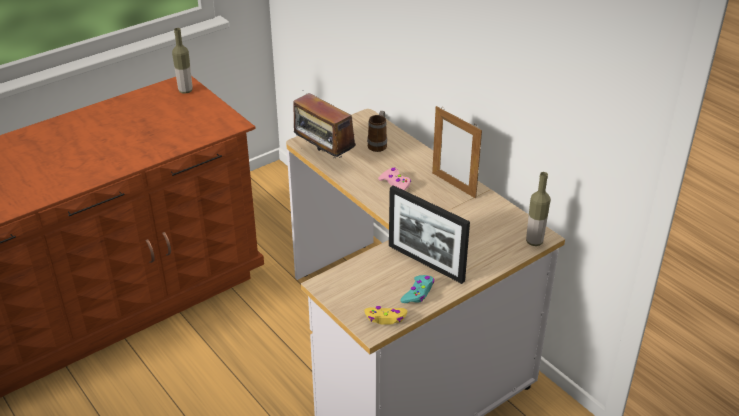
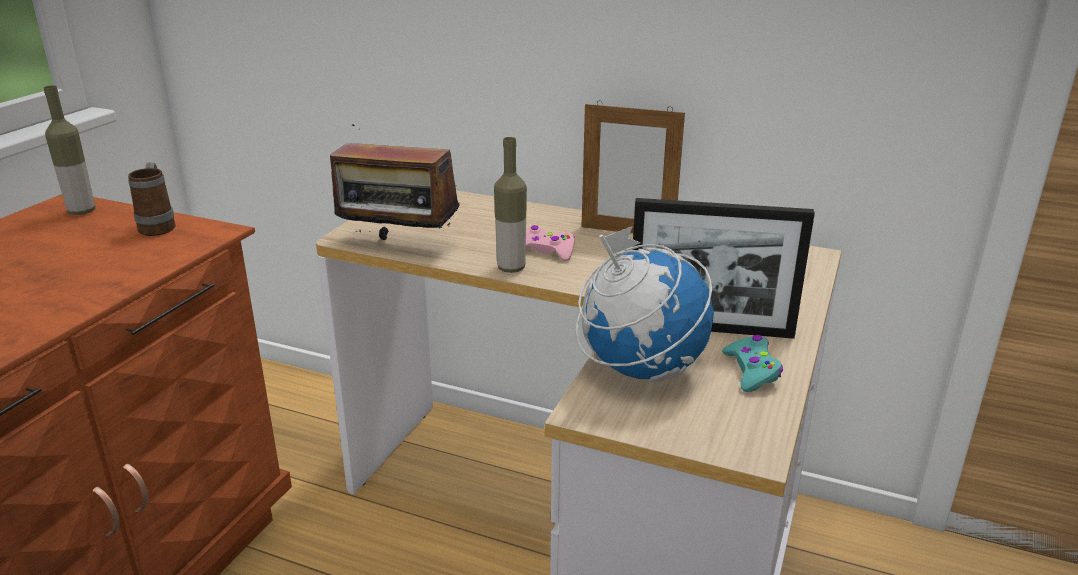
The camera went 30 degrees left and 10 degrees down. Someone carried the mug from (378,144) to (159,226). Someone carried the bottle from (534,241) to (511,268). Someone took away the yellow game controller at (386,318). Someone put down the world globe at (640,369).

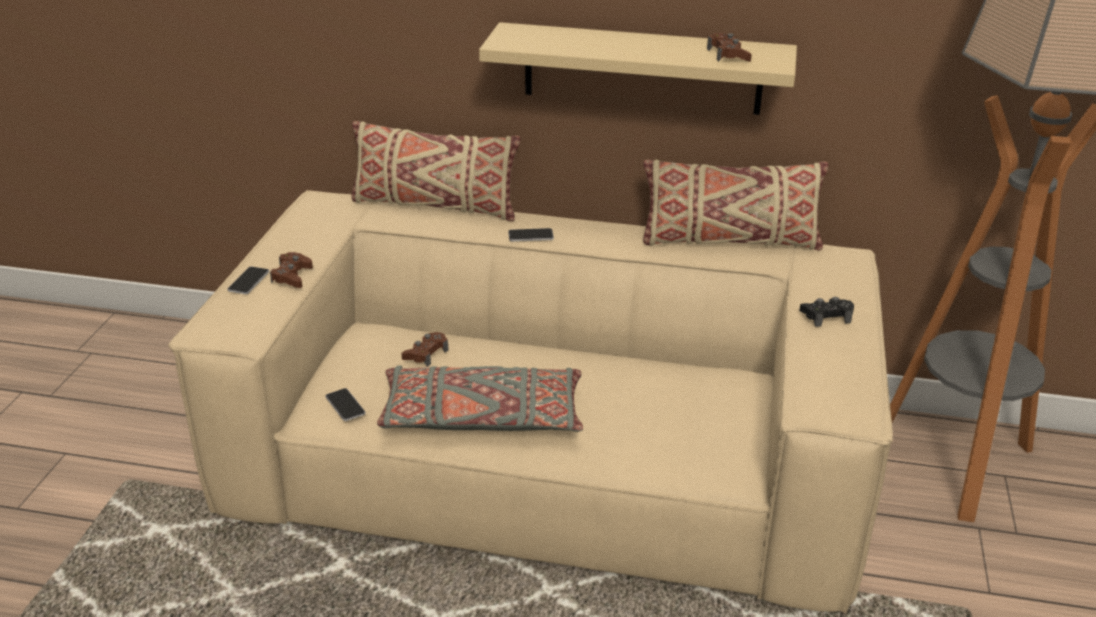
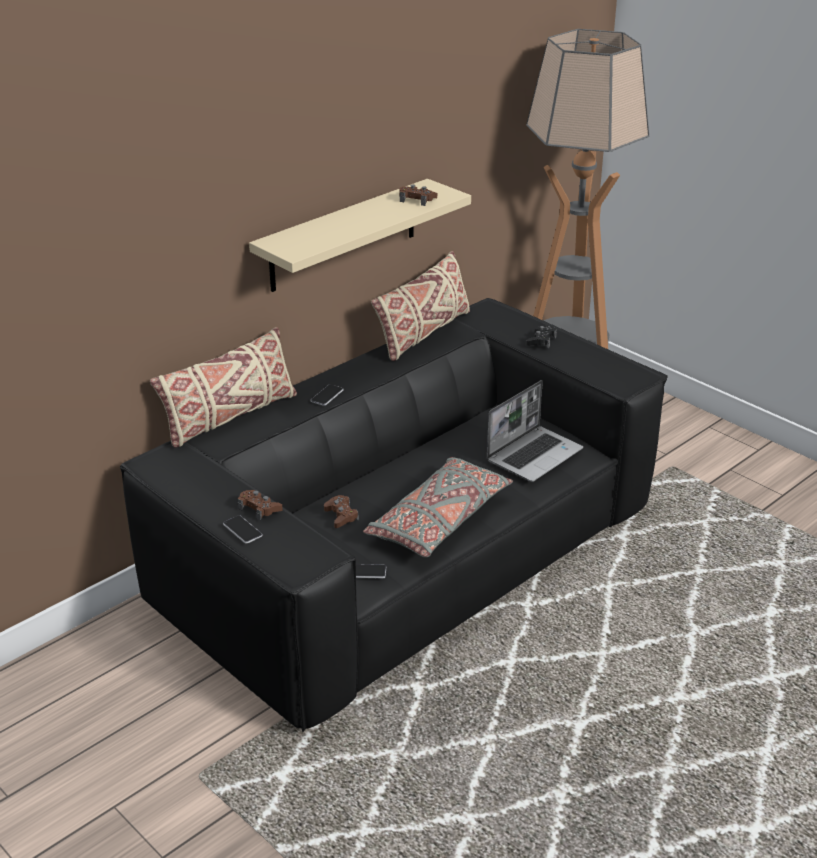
The camera went 55 degrees left and 0 degrees up. Someone repainted the sand-coloured couch at (546,465), which became the blackish couch at (408,555). Someone put down the laptop at (534,455).

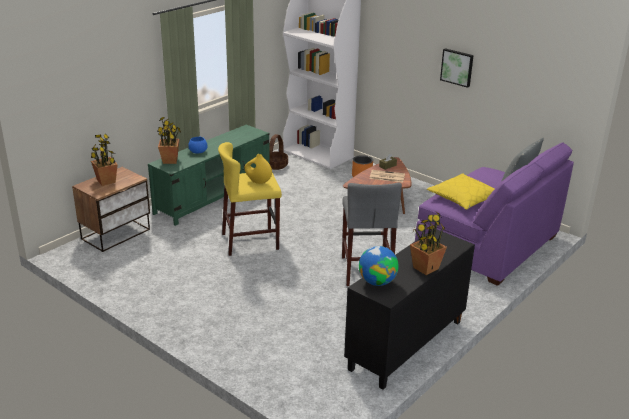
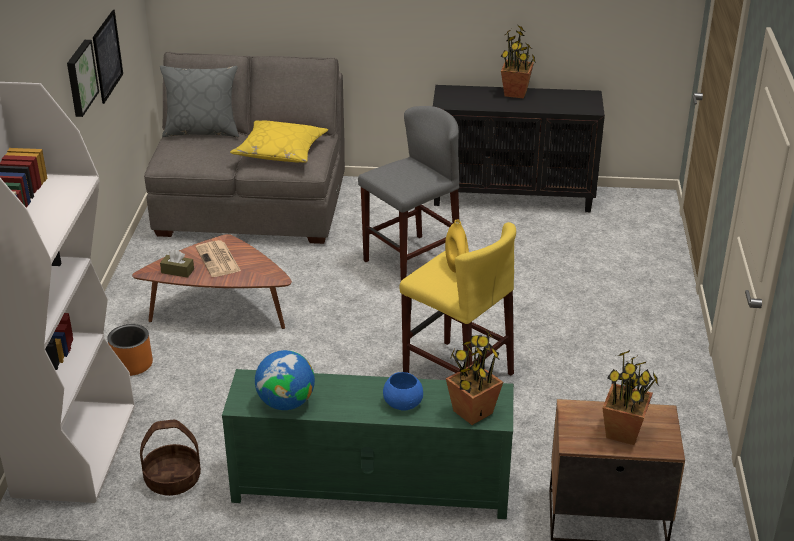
The camera went 125 degrees left and 5 degrees up. Someone repainted the purple-coloured couch at (487,244), which became the greyish couch at (251,207). Someone carried the world globe from (377,282) to (285,403). Someone put up the wall picture at (107,56).

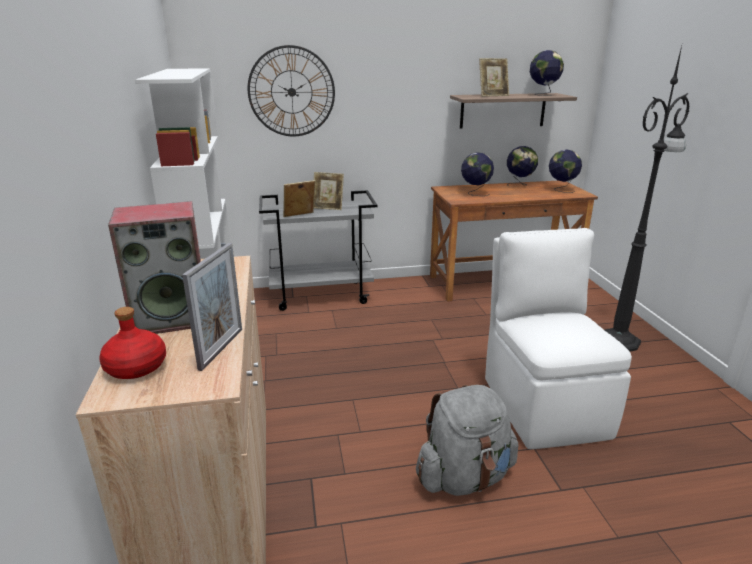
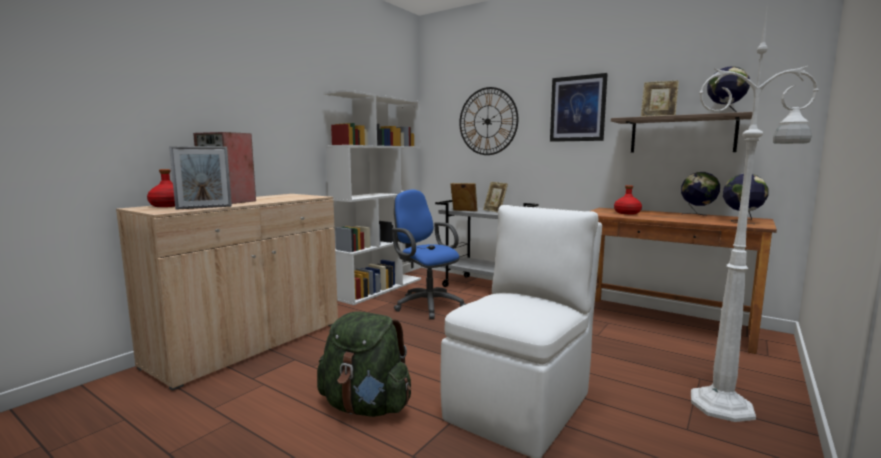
The camera went 45 degrees right and 15 degrees down. Someone repainted the blackish floor lamp at (619,340), which became the whitish floor lamp at (725,406). Someone swapped the world globe at (475,193) for the reddish bottle at (626,213). Someone repainted the greyish knapsack at (464,477), which became the greenish knapsack at (366,406). Someone put up the wall picture at (577,109). Someone put down the blue desk chair at (426,305).

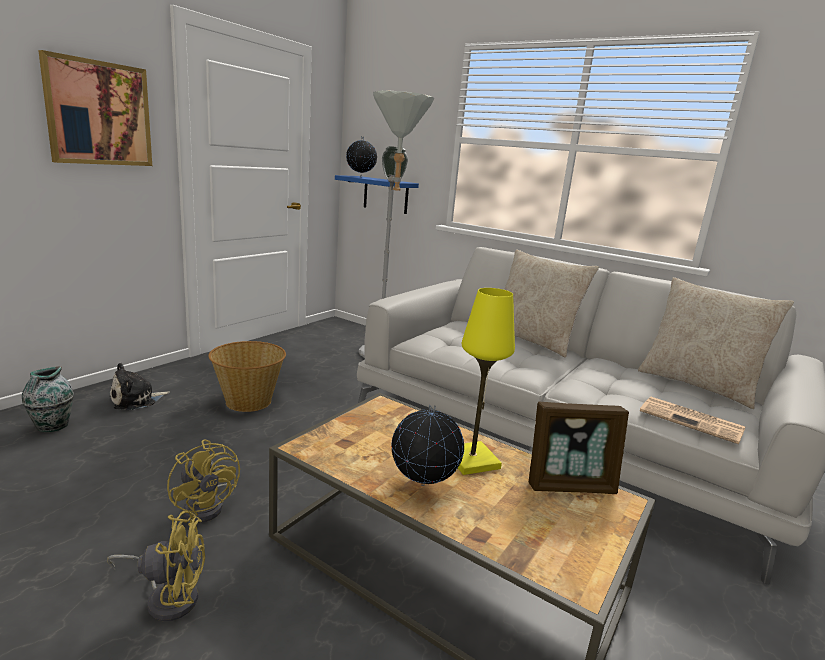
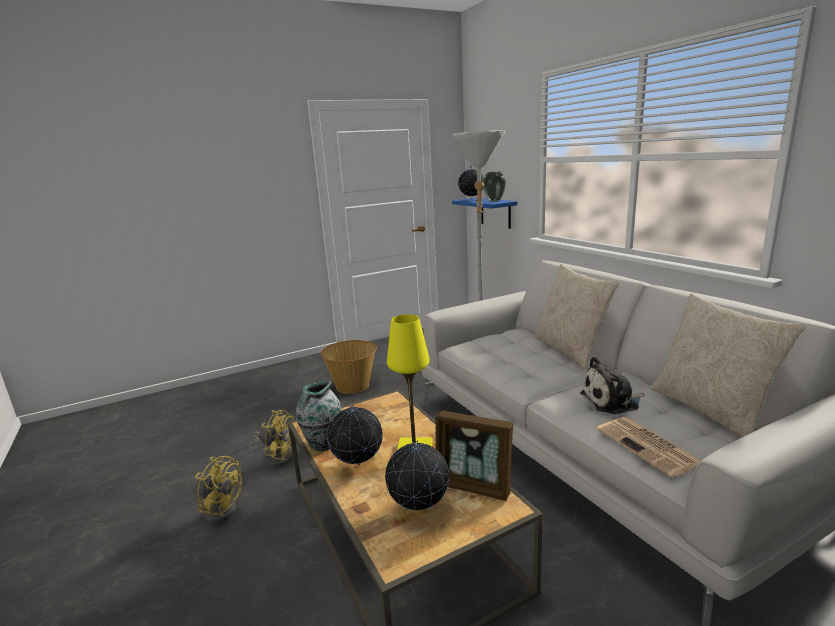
The camera went 30 degrees right and 0 degrees up. Someone took away the wall picture at (99,113). Someone carried the cuddly toy from (136,400) to (612,401). Someone carried the flower vase from (52,426) to (322,444). Someone rotated the yellow fan at (207,505) by 60 degrees counterclockwise. Someone put down the world globe at (419,509).

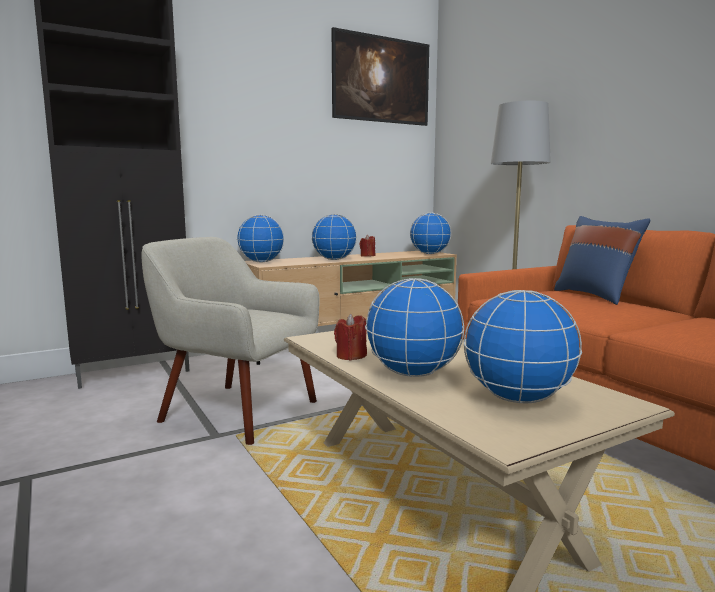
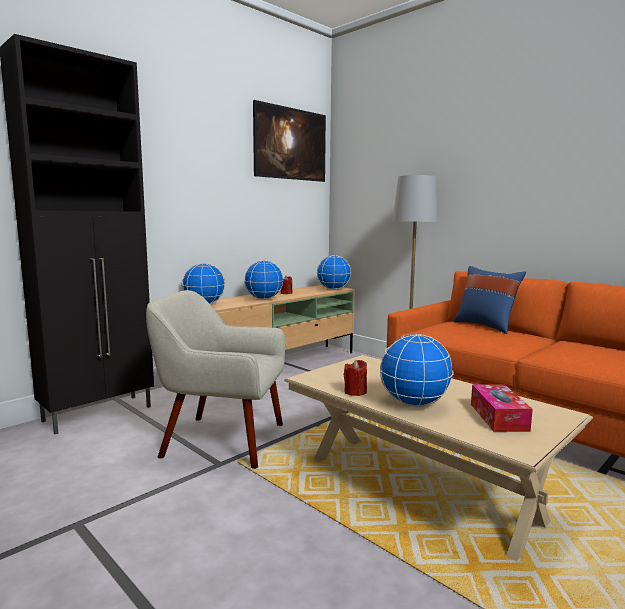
The camera went 15 degrees left and 0 degrees up. Someone swapped the world globe at (517,399) for the box of tissues at (498,417).

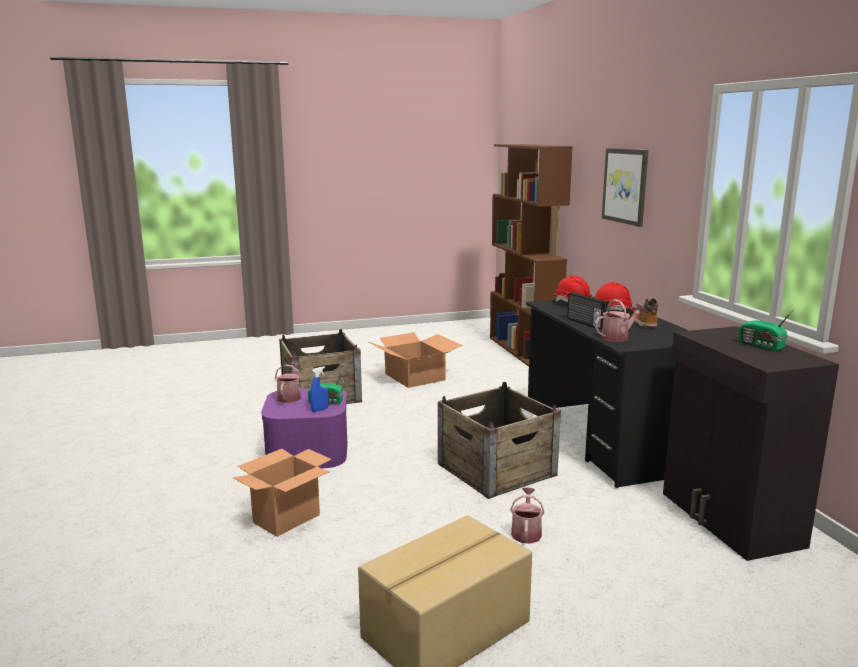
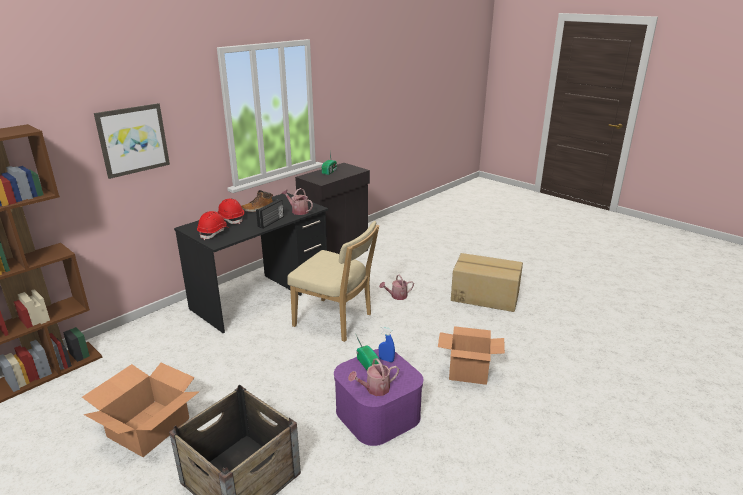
The camera went 120 degrees left and 10 degrees up. Someone swapped the packing crate at (495,469) for the sand-coloured upright chair at (336,321).

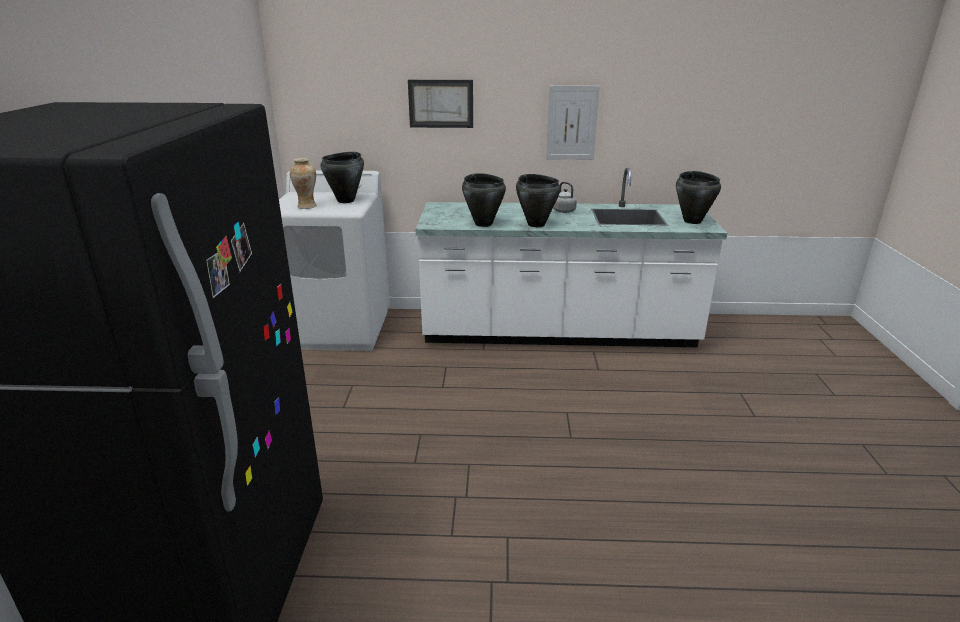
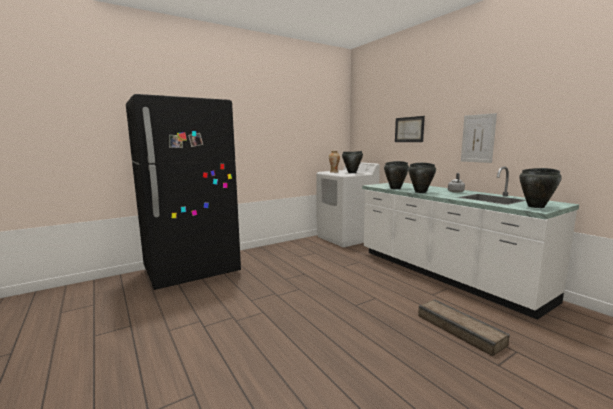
The camera went 55 degrees right and 15 degrees down. Someone put down the packing crate at (459,329).

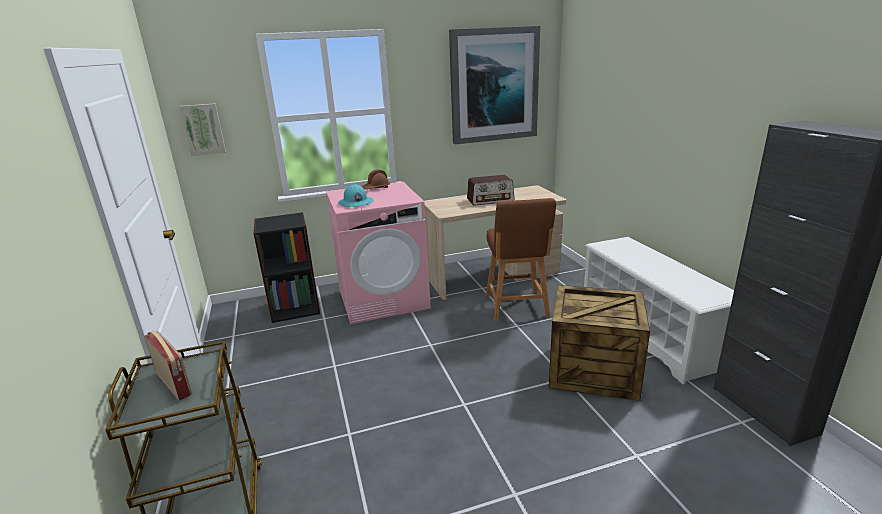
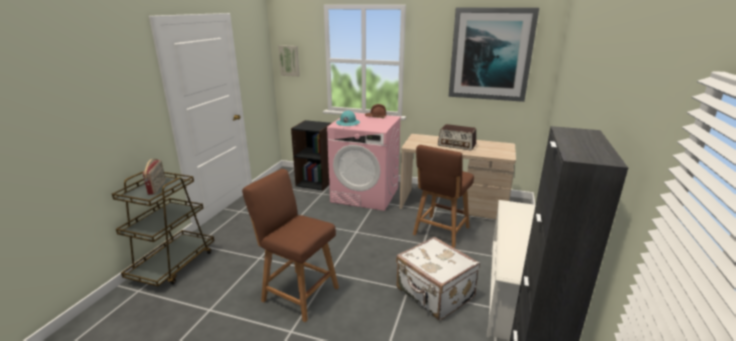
The camera went 35 degrees right and 0 degrees up. Someone swapped the packing crate at (593,370) for the whitish suitcase at (434,294). Someone put down the brown-coloured stool at (297,293).

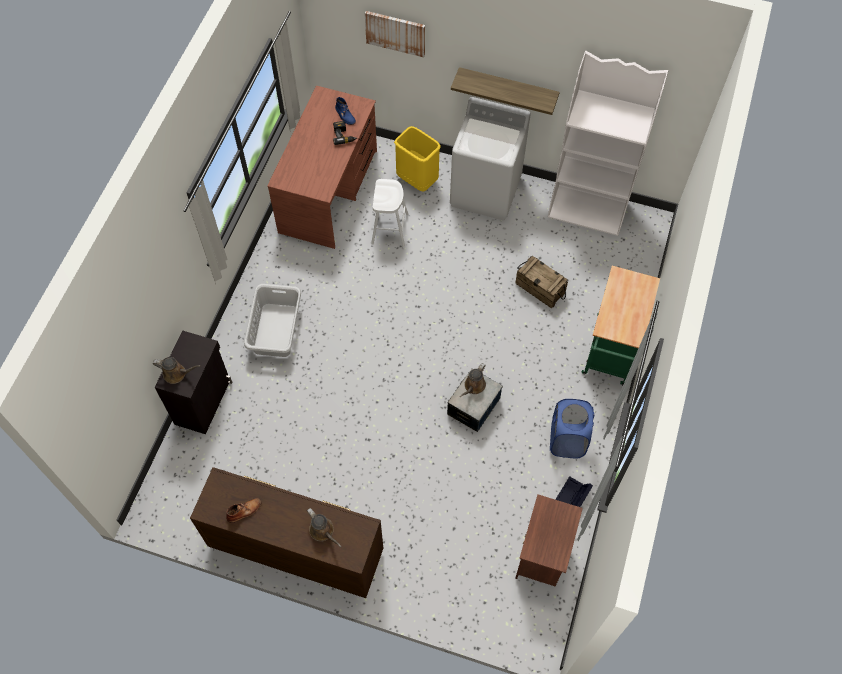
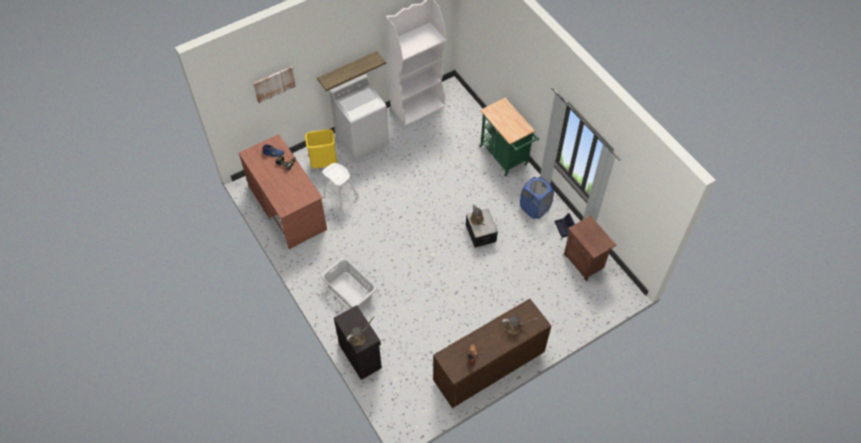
The camera went 50 degrees left and 5 degrees down. Someone took away the packing crate at (540,288).

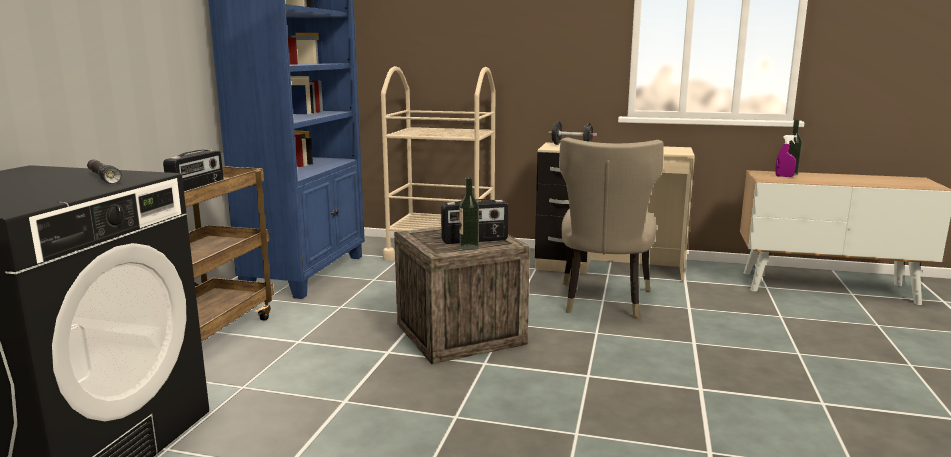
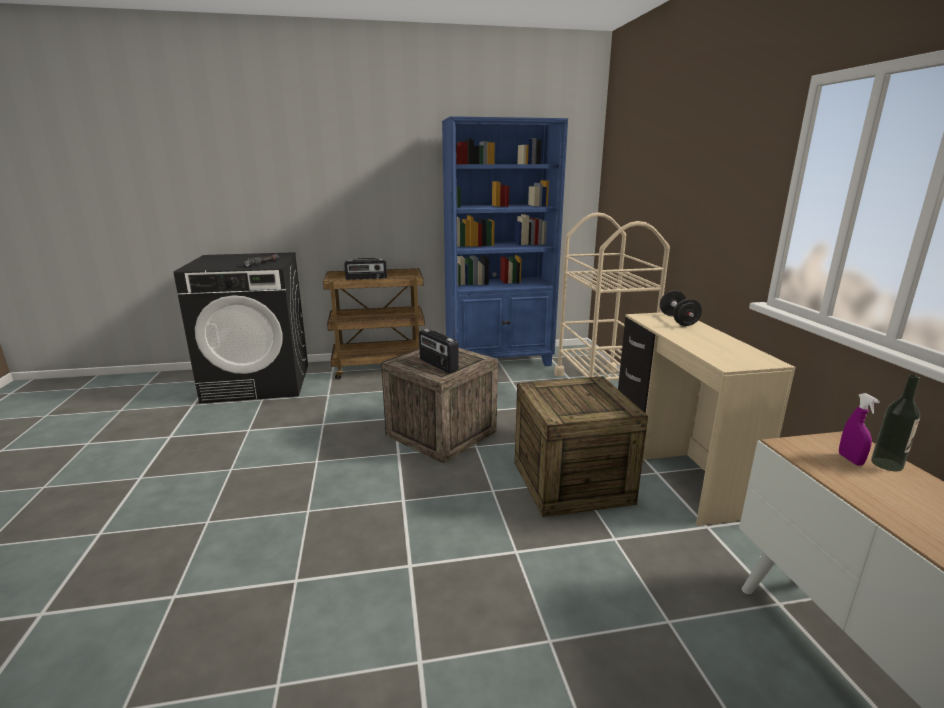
The camera went 65 degrees right and 5 degrees up. Someone swapped the sand-coloured upright chair at (603,302) for the packing crate at (571,482). Someone took away the bottle at (469,247).

